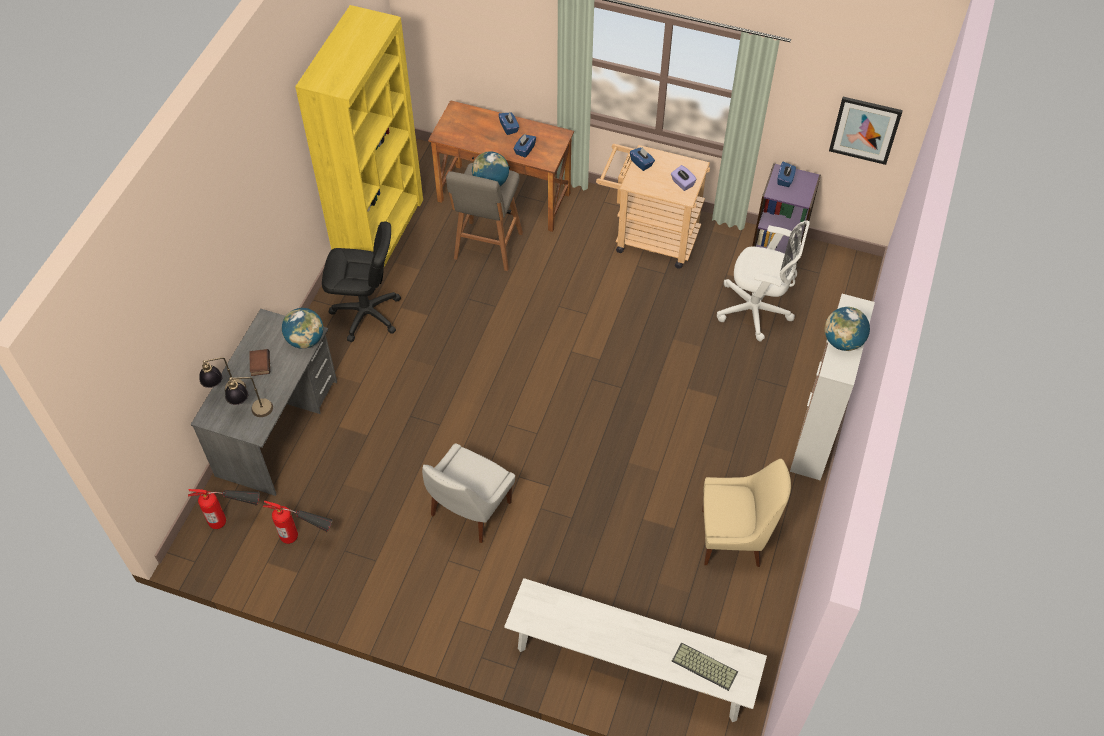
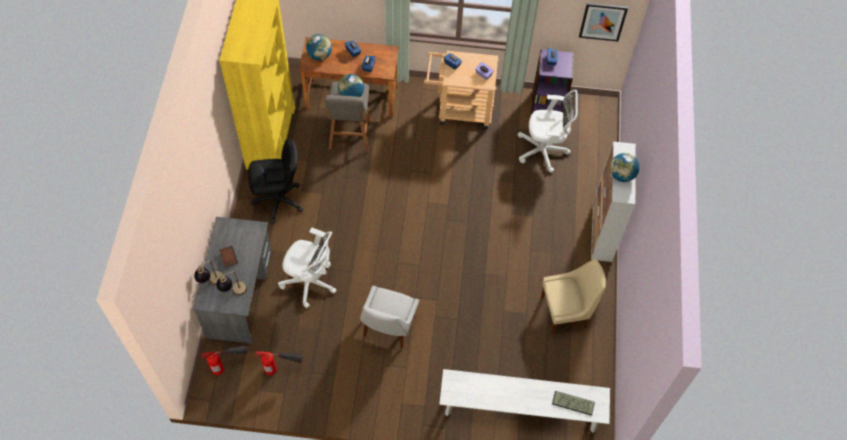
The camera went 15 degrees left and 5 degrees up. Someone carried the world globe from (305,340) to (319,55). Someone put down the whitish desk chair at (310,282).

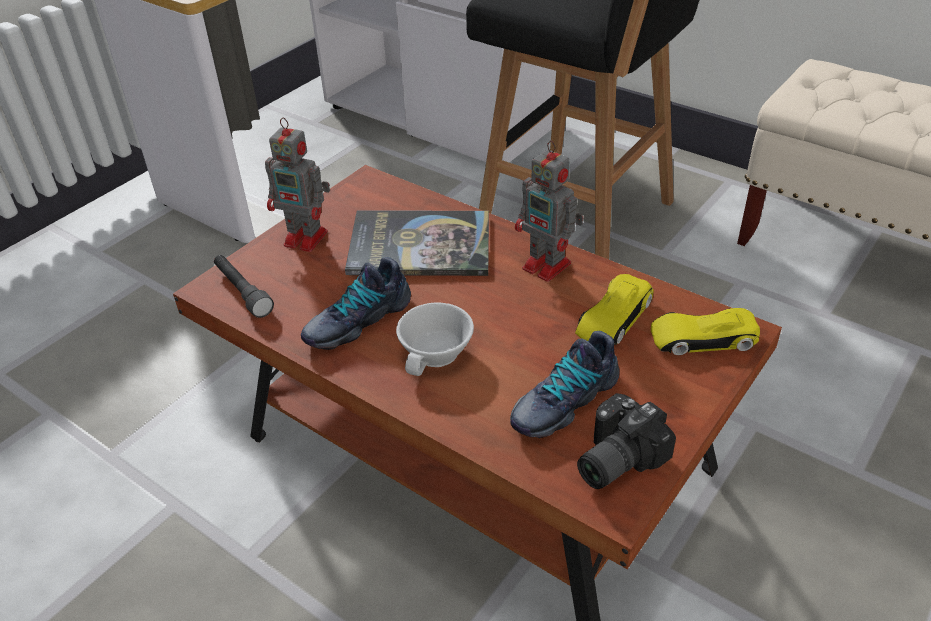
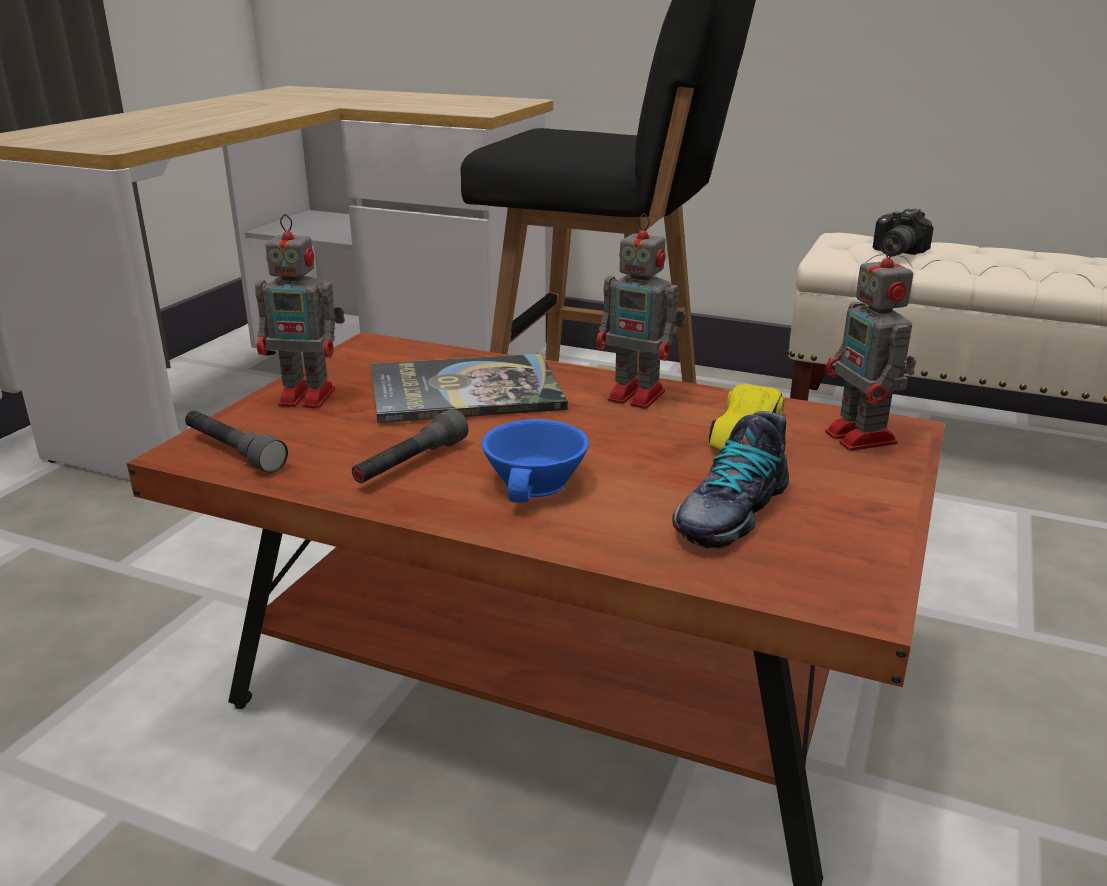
The camera went 15 degrees left and 15 degrees down. Someone swapped the low shoe at (357,320) for the greyish hand torch at (410,464). Someone repainted the whitish cup at (438,354), which became the blue cup at (538,484). Someone swapped the yellow toy car at (702,338) for the toy robot at (862,439). Someone carried the photo camera from (613,458) to (893,252).

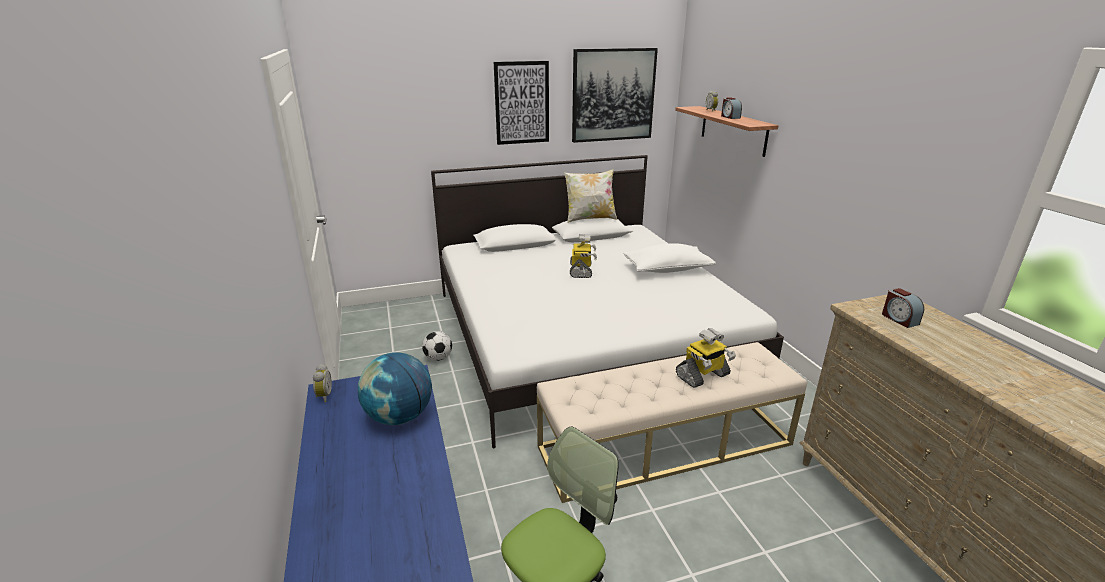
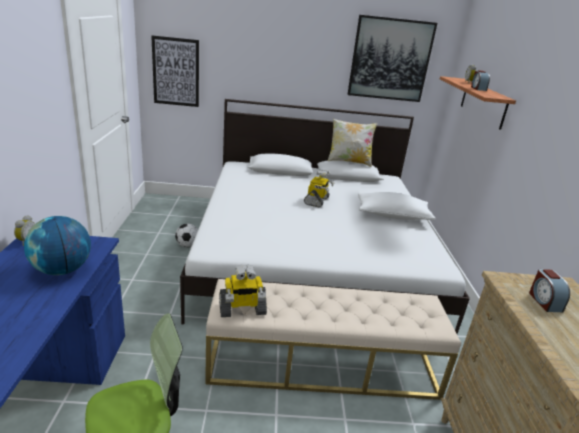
The camera went 15 degrees right and 0 degrees up. Someone carried the wall picture from (522,103) to (176,72). Someone carried the toy robot from (703,376) to (242,309).

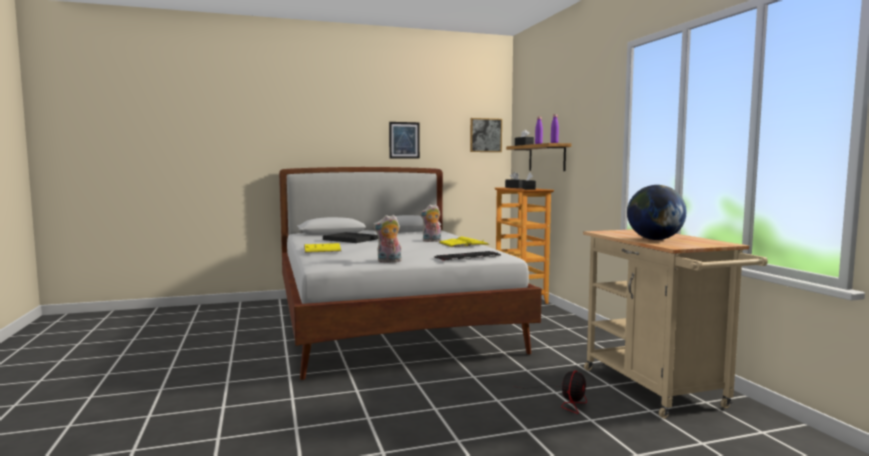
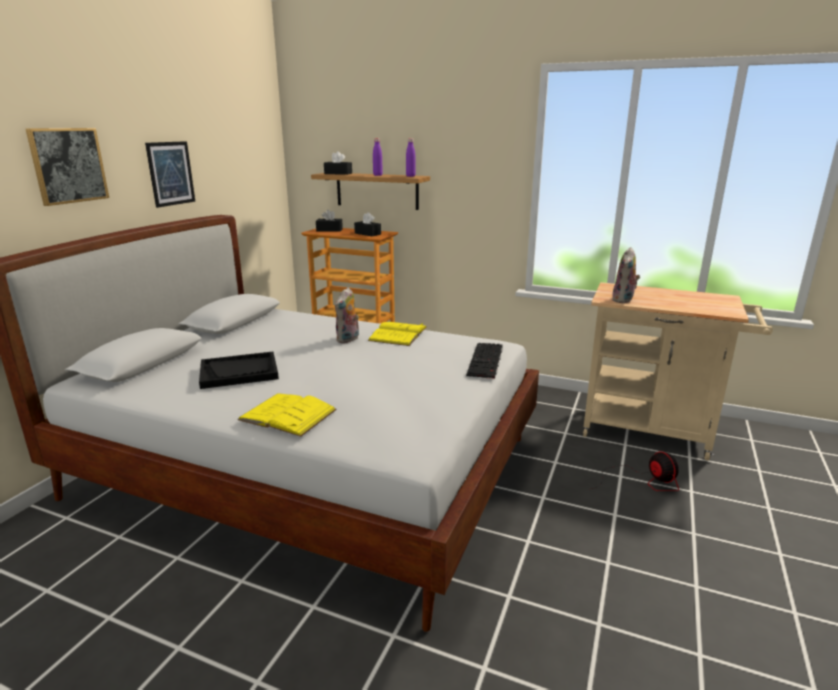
The camera went 50 degrees left and 15 degrees up. Someone carried the wall picture from (485,135) to (68,165). Someone took away the world globe at (654,239). Someone carried the cuddly toy from (389,261) to (624,300).

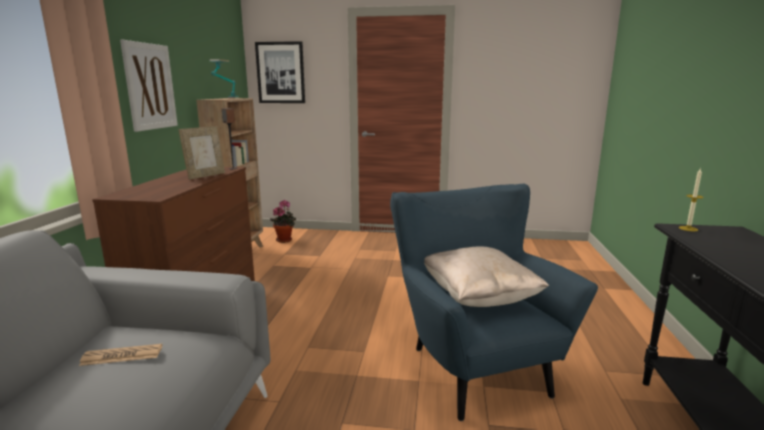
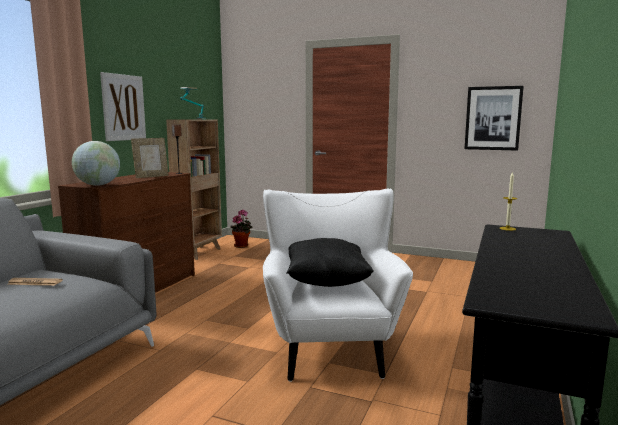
The camera went 15 degrees right and 5 degrees down. Someone carried the wall picture from (280,73) to (493,118). Someone repainted the blue armchair at (471,365), which became the whitish armchair at (330,348). Someone repainted the sand-coloured throw pillow at (478,298), which became the blackish throw pillow at (326,282). Someone put down the world globe at (98,185).

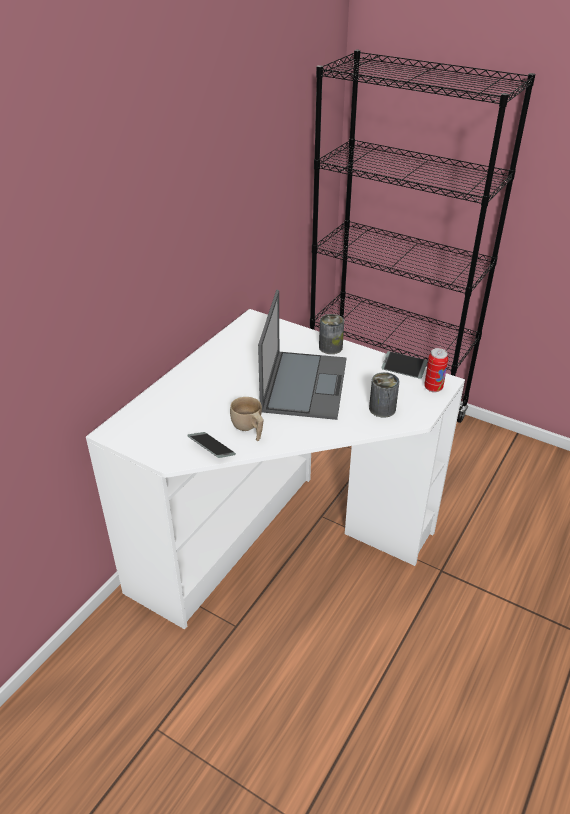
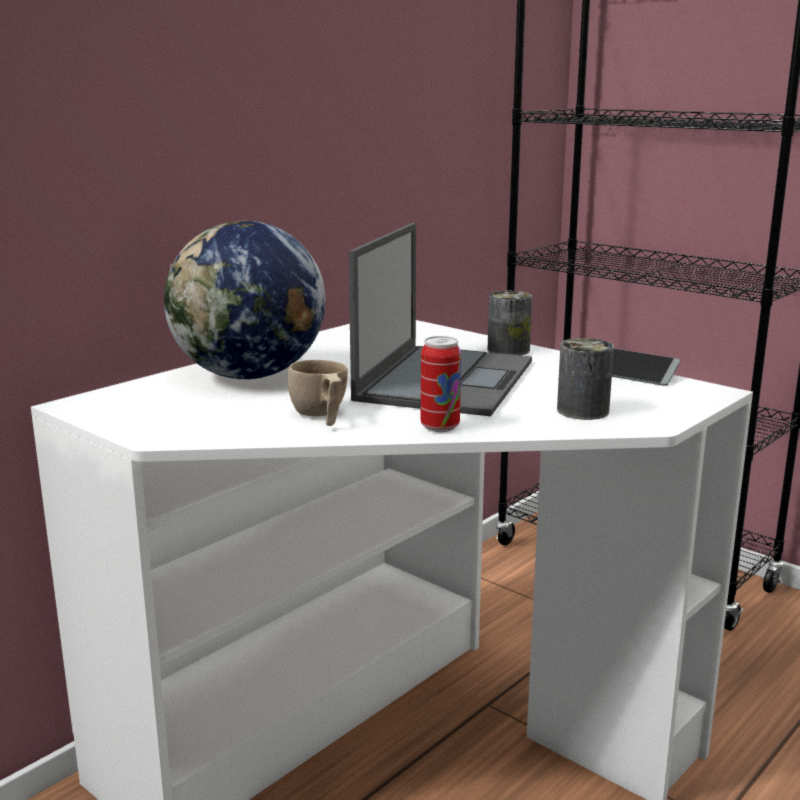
The camera went 10 degrees right and 20 degrees down. Someone carried the can from (433,388) to (440,427). Someone took away the telephone at (211,449). Someone put down the world globe at (249,376).

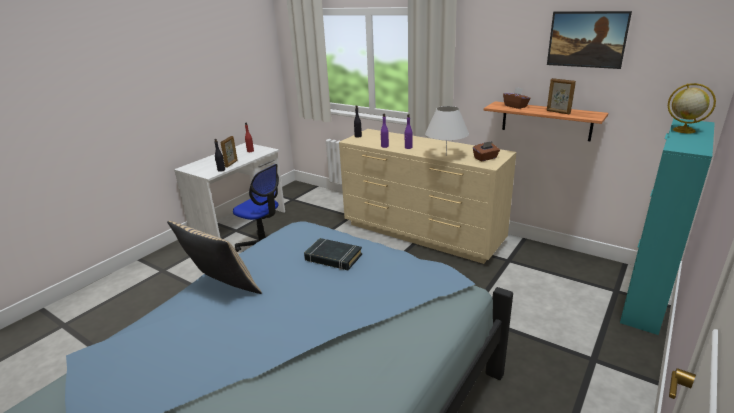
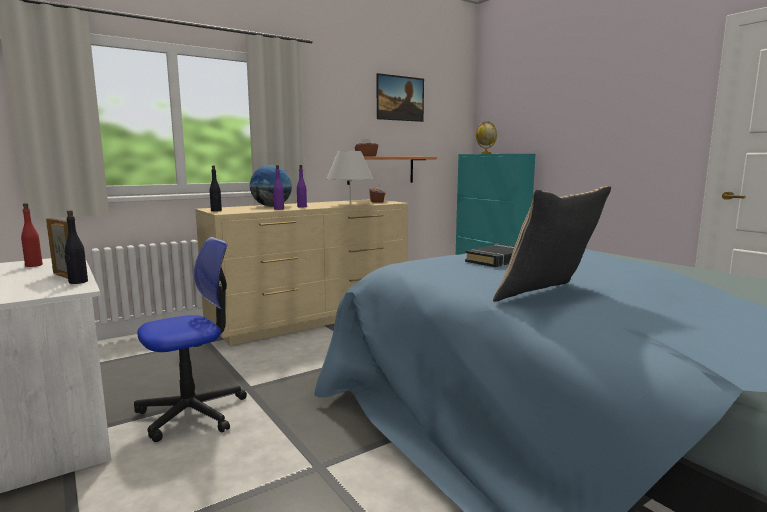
The camera went 70 degrees left and 15 degrees down. Someone took away the standing frame at (558,112). Someone put down the world globe at (271,206).

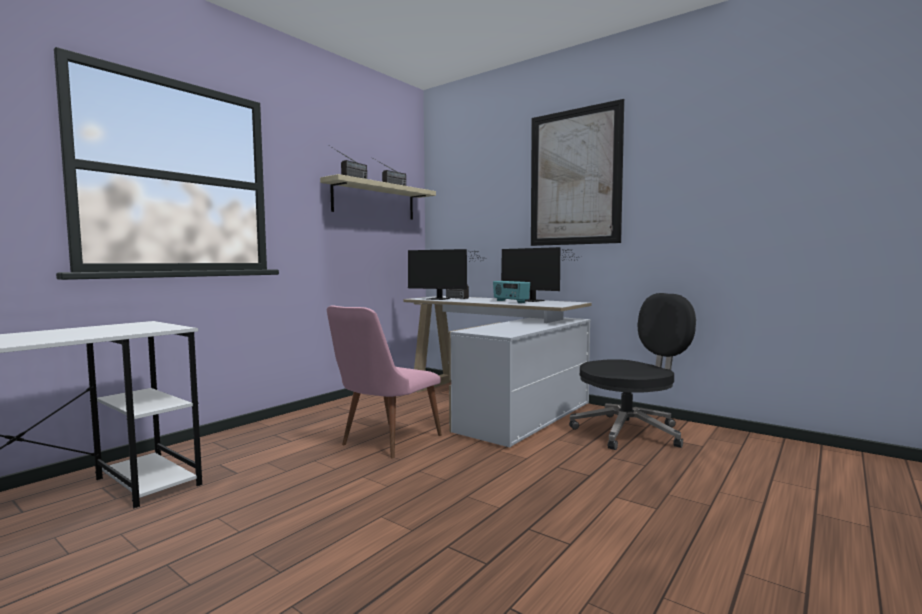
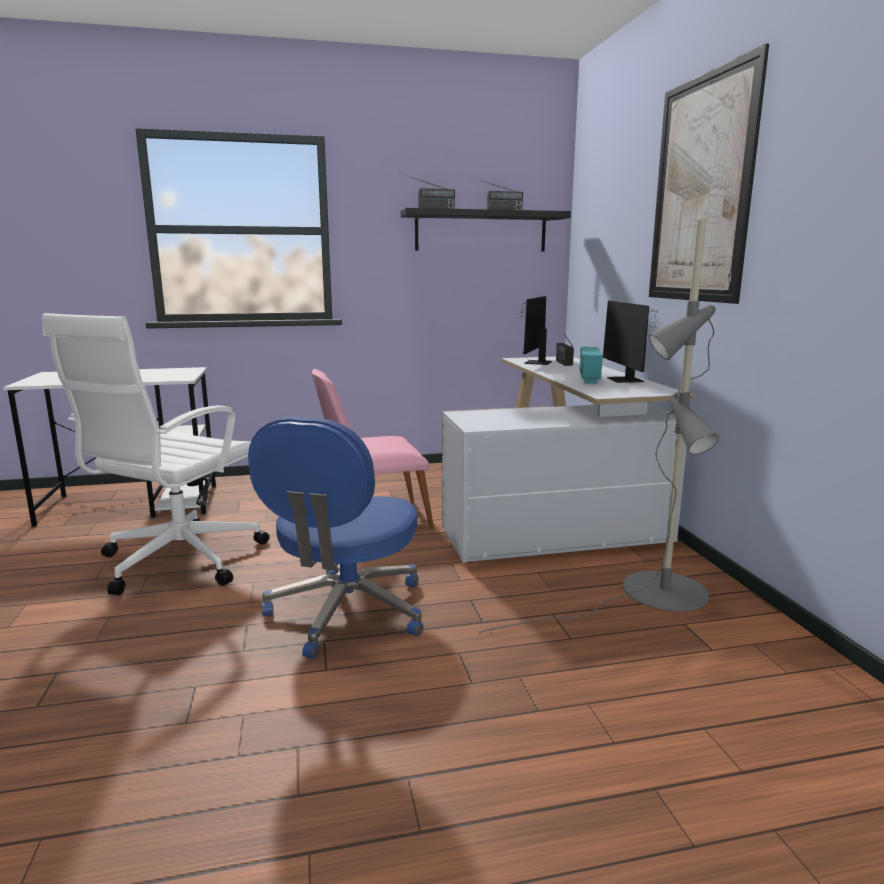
The camera went 40 degrees right and 10 degrees up. Someone repainted the sand-coloured wall shelf at (374,201), which became the blackish wall shelf at (481,231). Someone rotated the monitor at (440,299) by 45 degrees clockwise. Someone swapped the blackish desk chair at (630,432) for the greyish floor lamp at (649,595). Someone put down the whitish desk chair at (177,561). Someone put down the blue desk chair at (347,613).

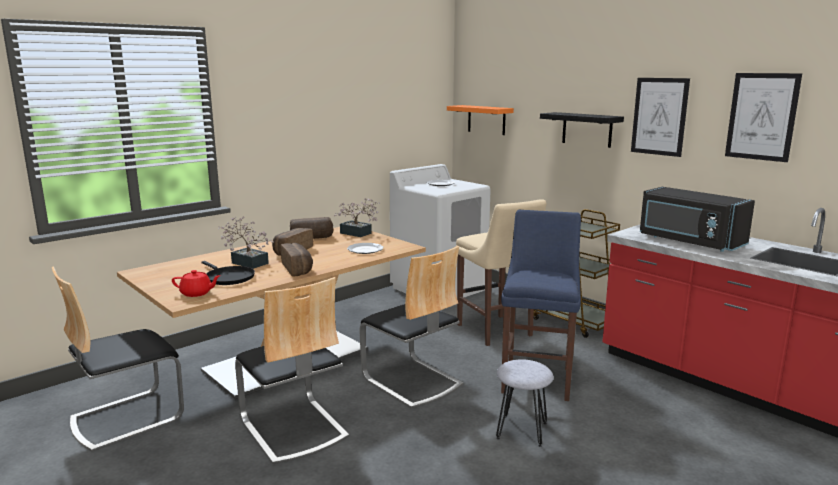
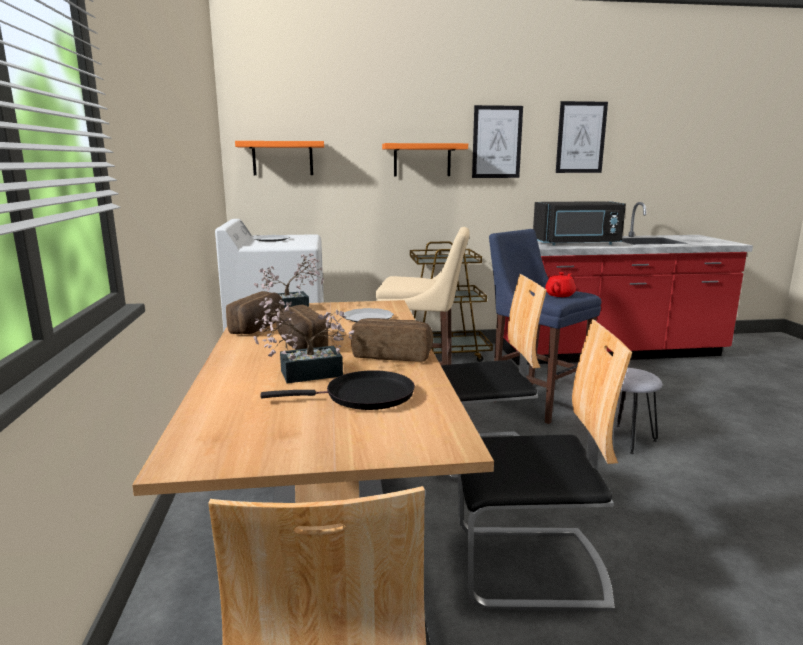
The camera went 55 degrees left and 0 degrees up. Someone repainted the blackish wall shelf at (587,129), which became the orange wall shelf at (422,160). Someone carried the reddish pot for tea from (197,293) to (560,295).

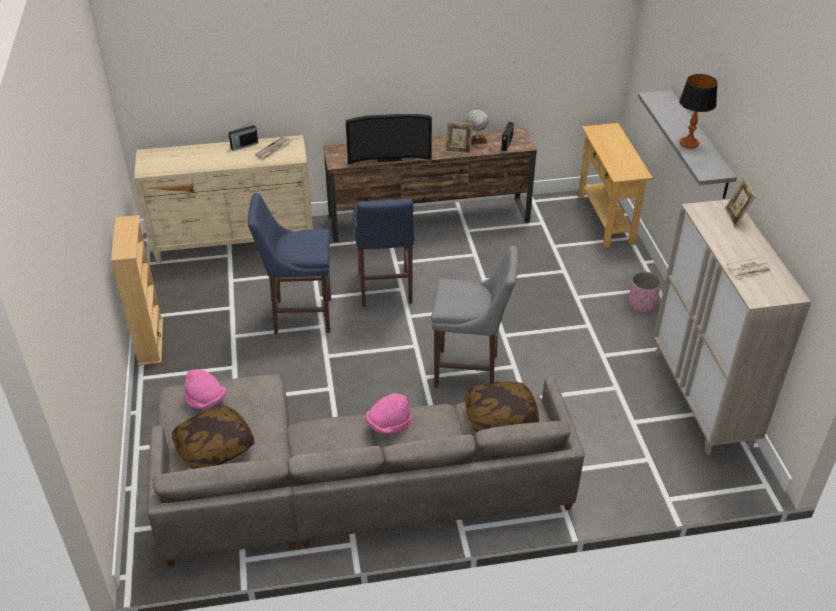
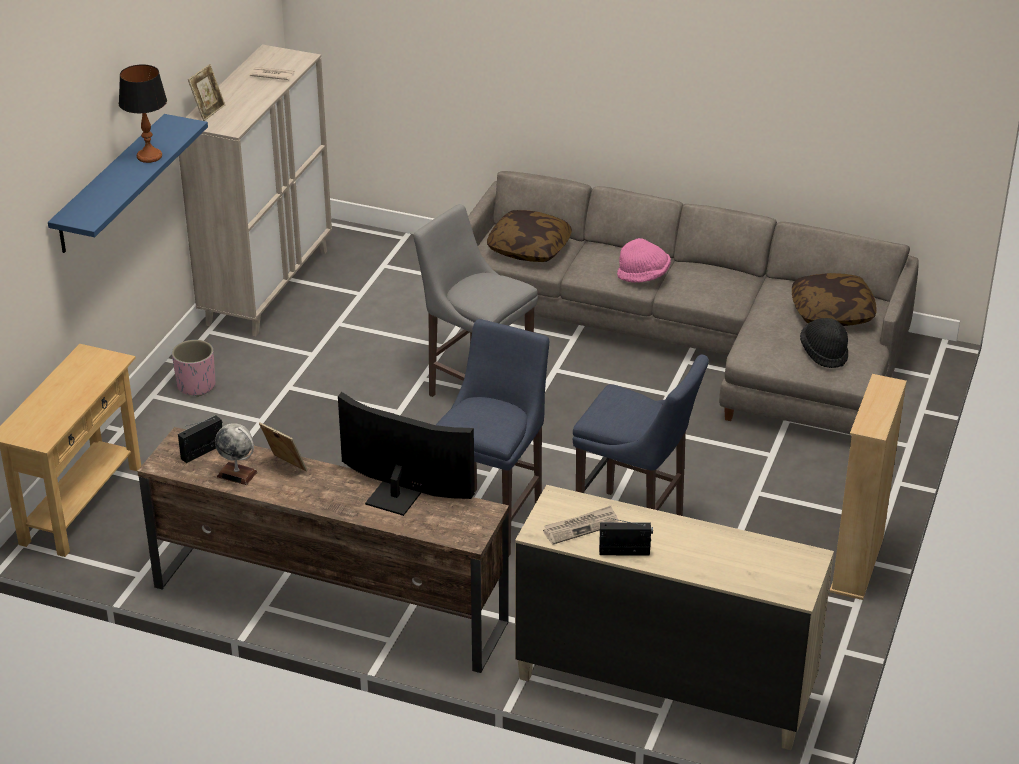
The camera went 150 degrees left and 5 degrees down. Someone repainted the greyish wall shelf at (699,144), which became the blue wall shelf at (111,184). Someone repainted the pinkish hat at (206,400), which became the blackish hat at (824,353).

